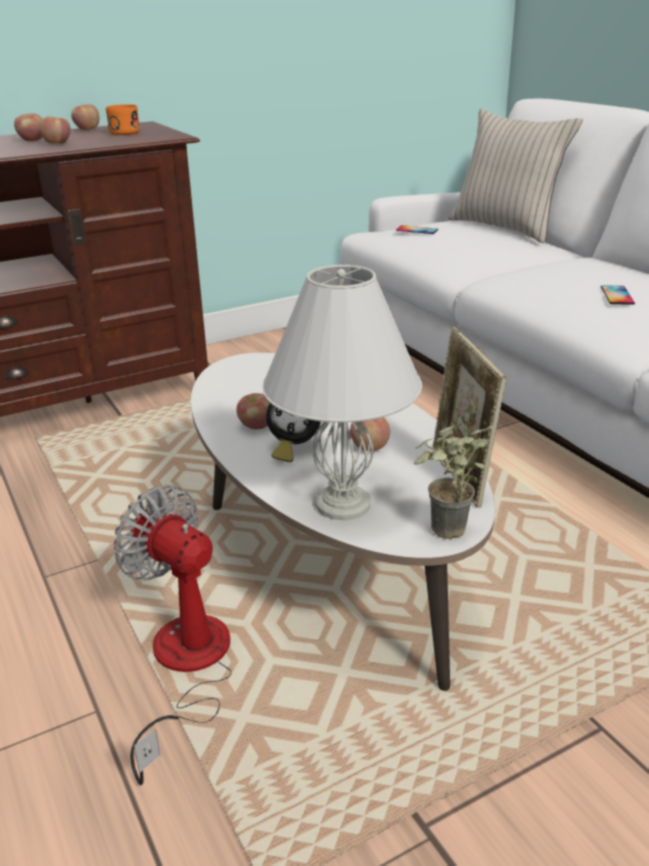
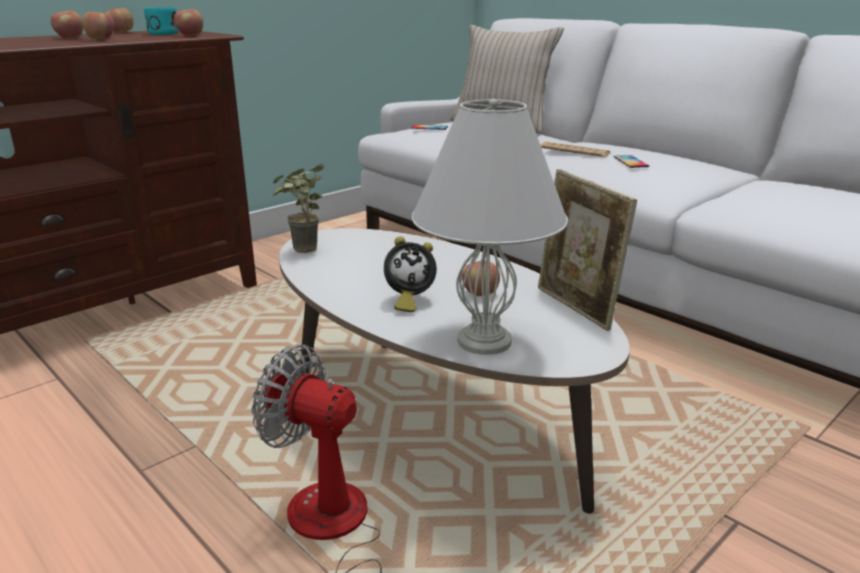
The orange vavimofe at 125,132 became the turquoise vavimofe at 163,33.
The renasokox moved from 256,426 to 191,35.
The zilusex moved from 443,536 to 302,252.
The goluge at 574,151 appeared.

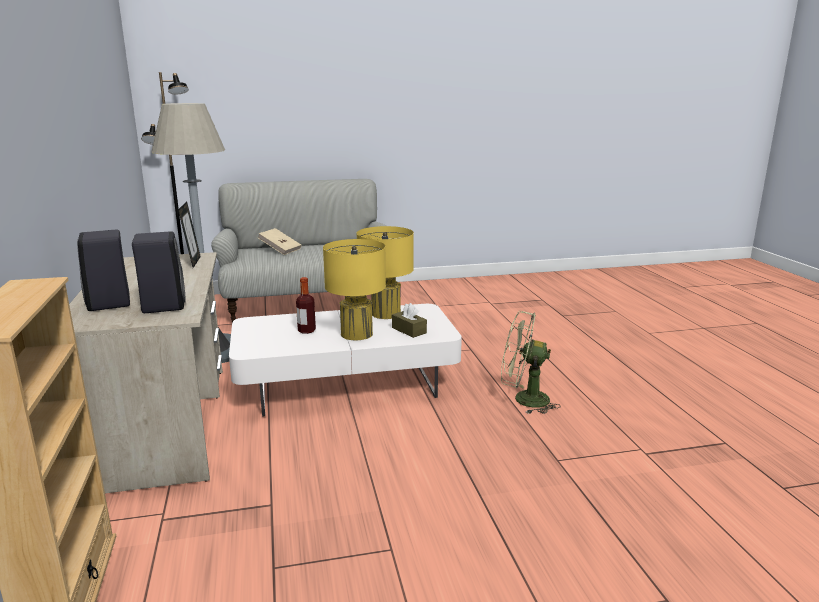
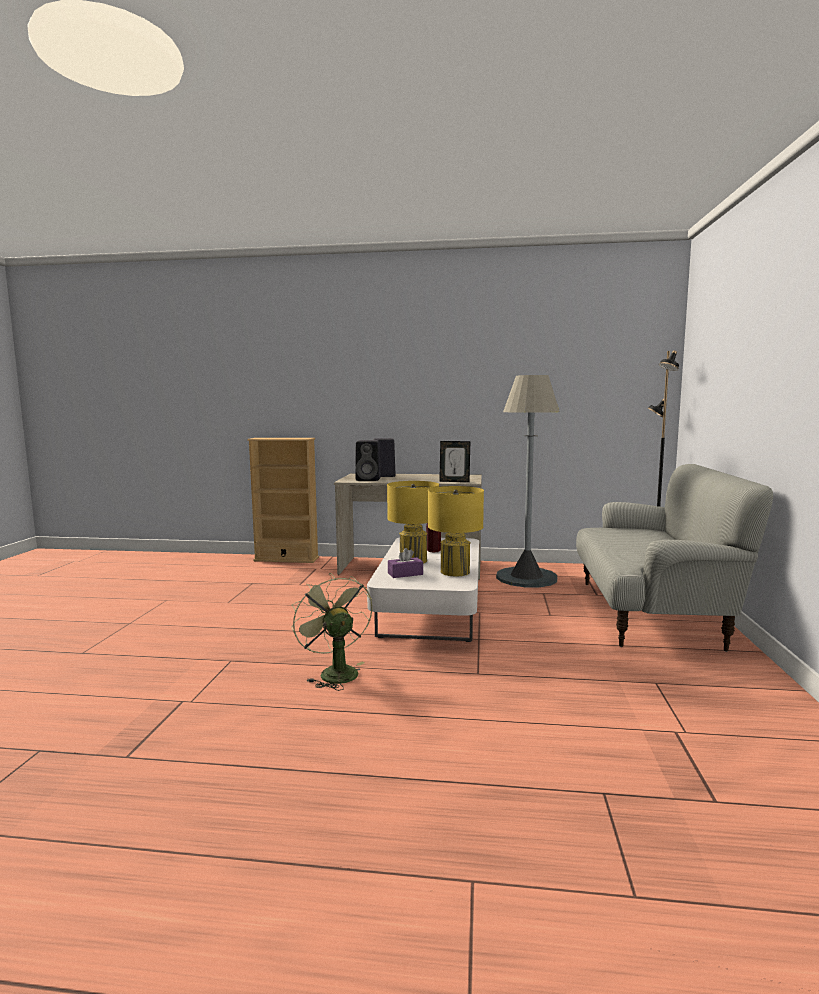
The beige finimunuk at 280,250 disappeared.
The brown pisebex at 409,330 became the purple pisebex at 405,574.
The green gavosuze at 523,400 turned 60 degrees counterclockwise.

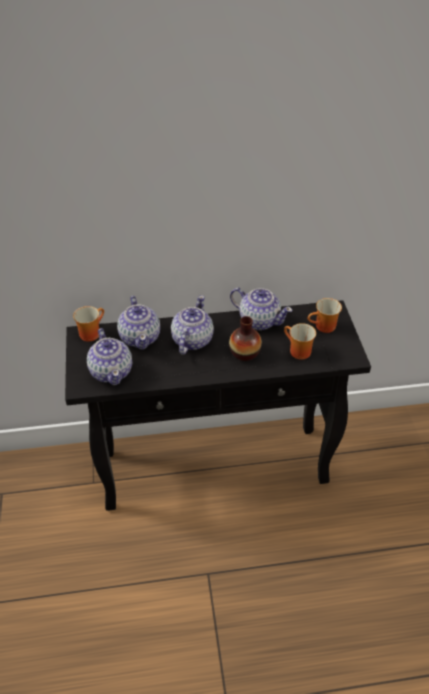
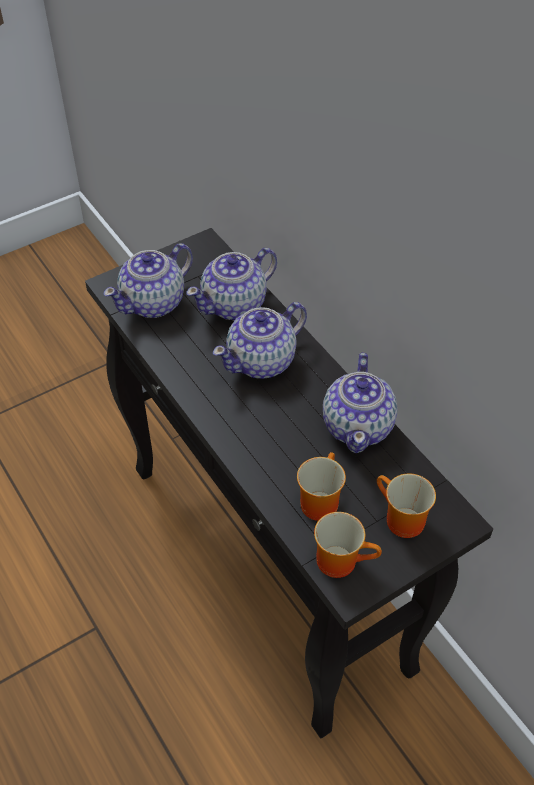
The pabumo at 191,340 turned 150 degrees clockwise.
The vavimofe moved from 90,332 to 341,559.
The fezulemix at 244,352 disappeared.

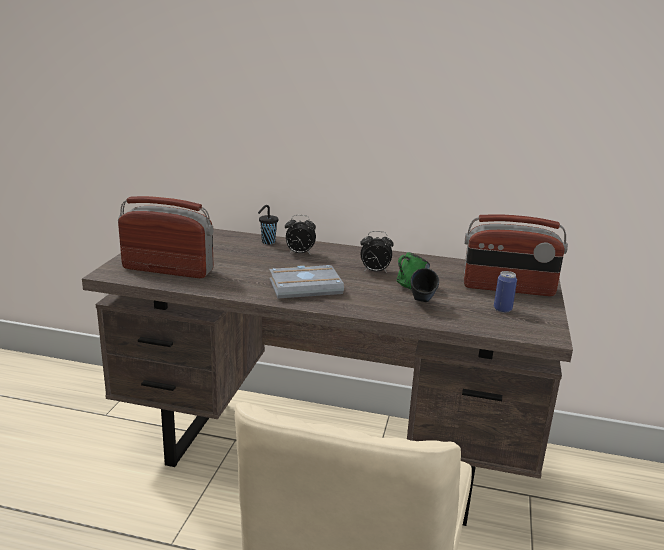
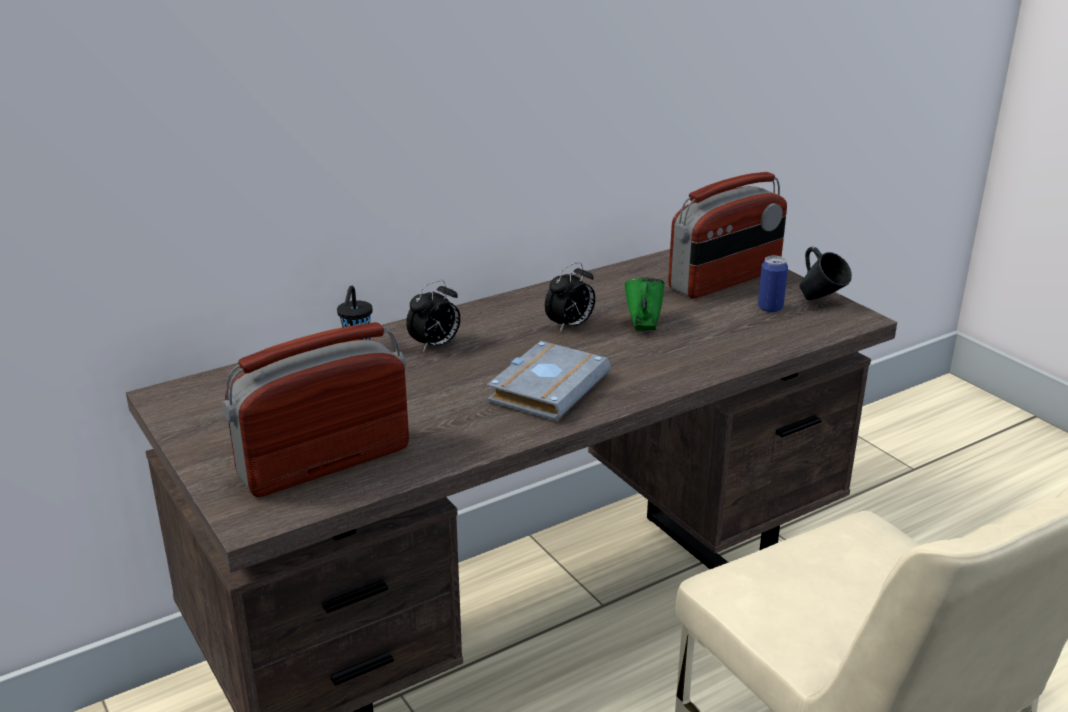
The blue vavimofe moved from 422,304 to 820,301.

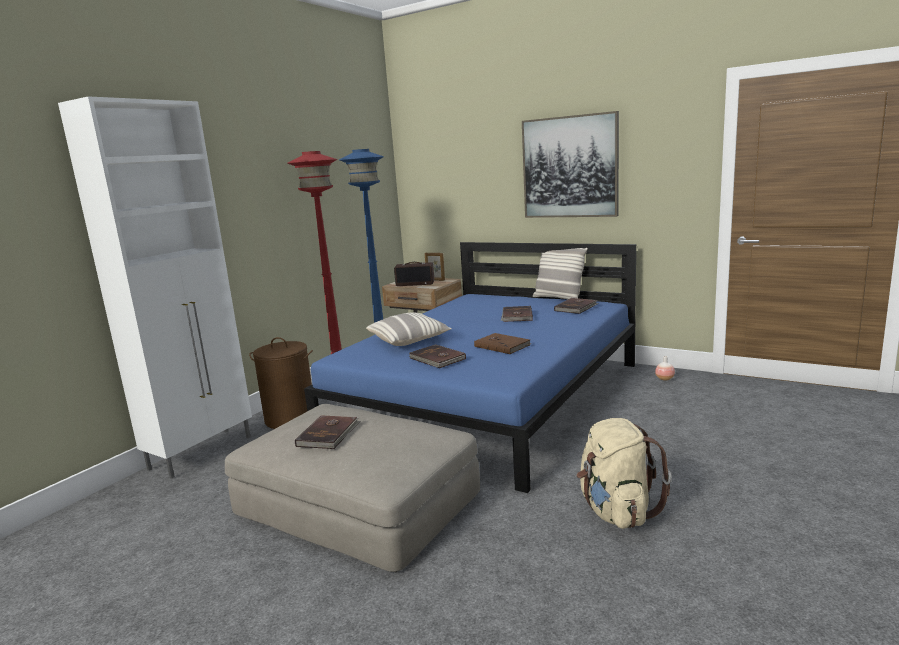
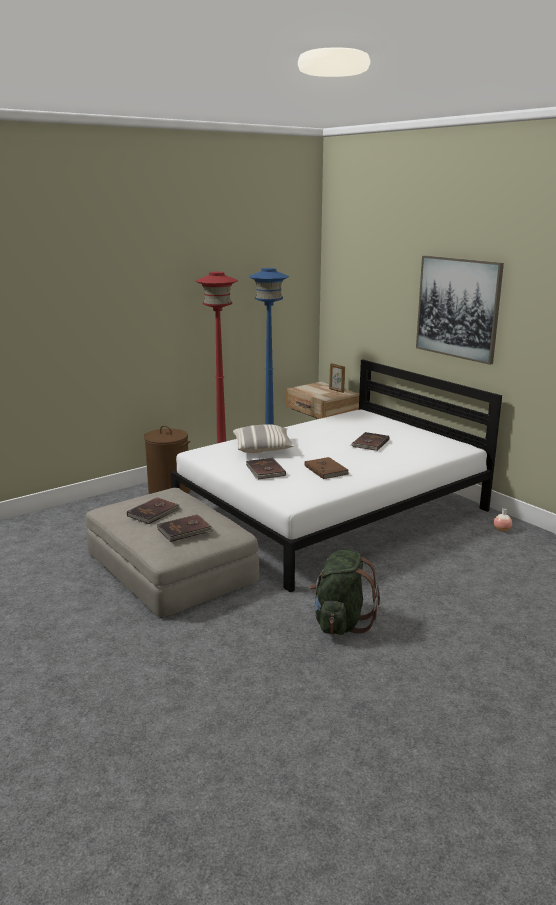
The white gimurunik at 203,452 disappeared.
The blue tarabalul at 490,398 became the white tarabalul at 332,511.
The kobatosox at 558,298 disappeared.
The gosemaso at 415,283 disappeared.
The brown finimunuk moved from 576,308 to 185,530.
The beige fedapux at 616,511 became the green fedapux at 340,622.

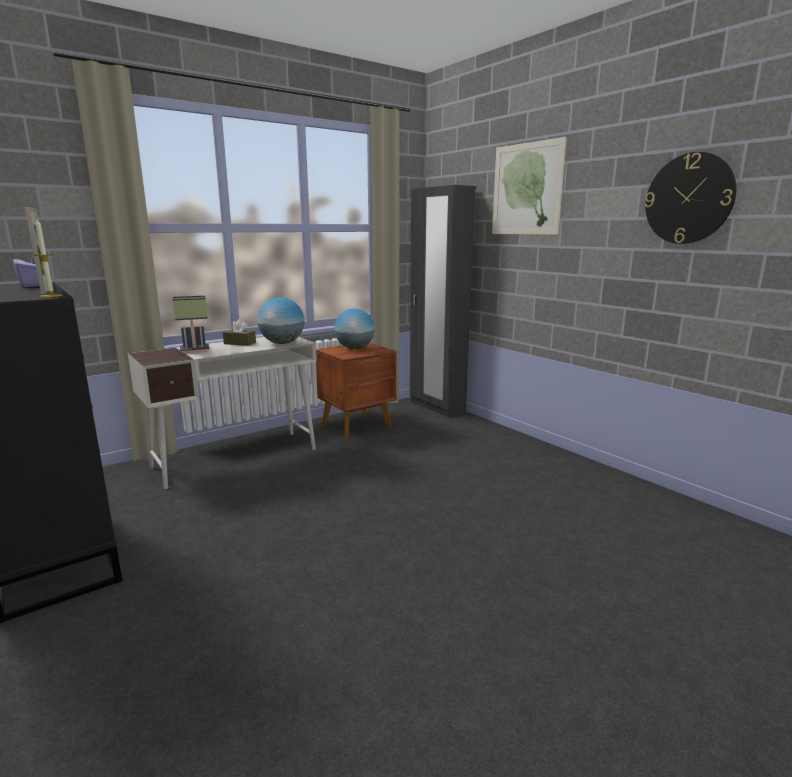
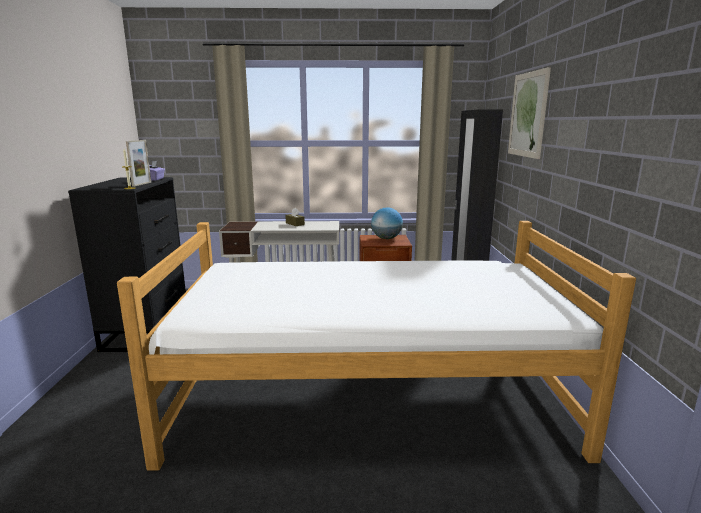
The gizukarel at 689,199 disappeared.
The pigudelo at 193,351 disappeared.
The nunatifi at 282,343 disappeared.
The tarabalul at 369,397 appeared.

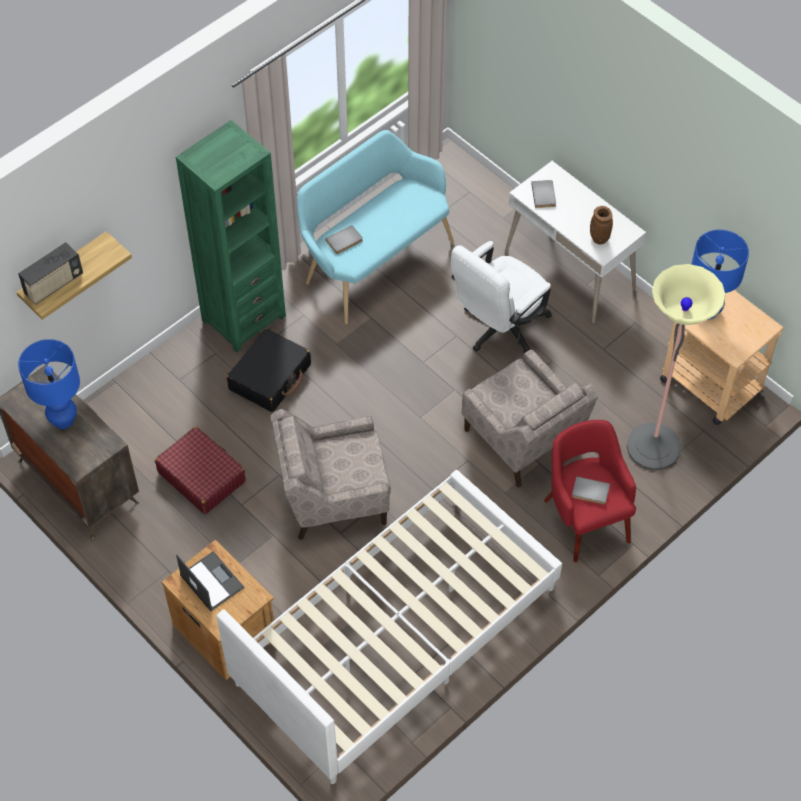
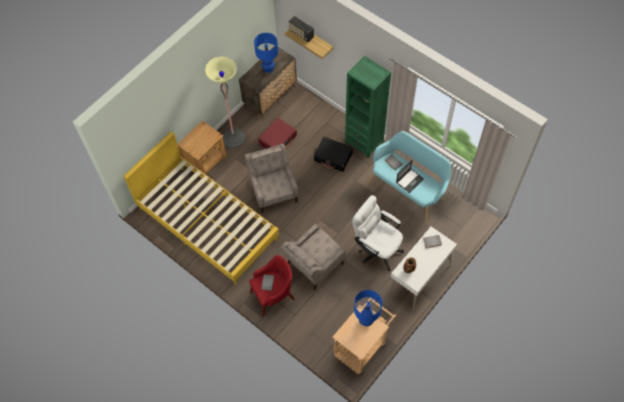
The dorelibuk moved from 653,447 to 233,138.
The white tarabalul at 396,635 became the yellow tarabalul at 207,223.
The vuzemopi moved from 211,581 to 410,180.

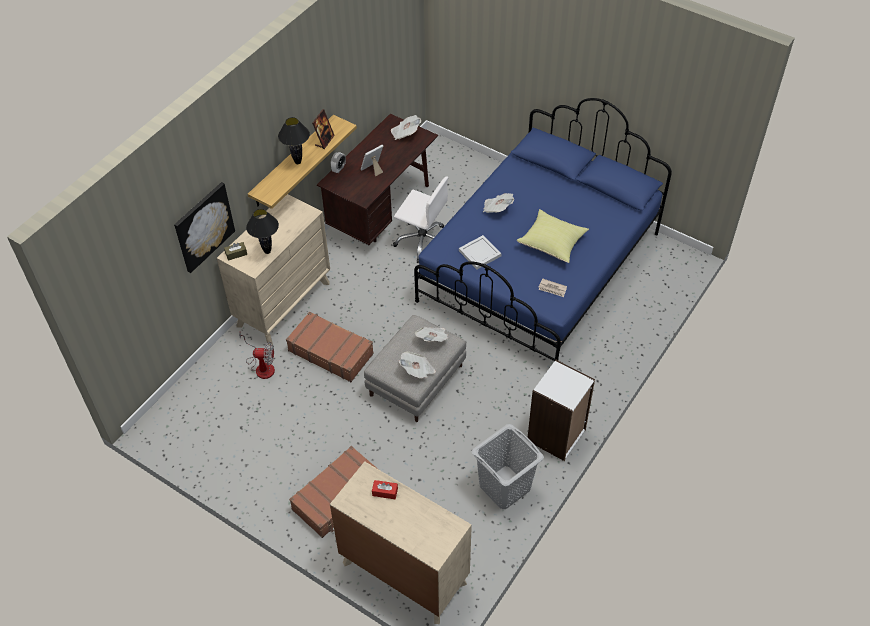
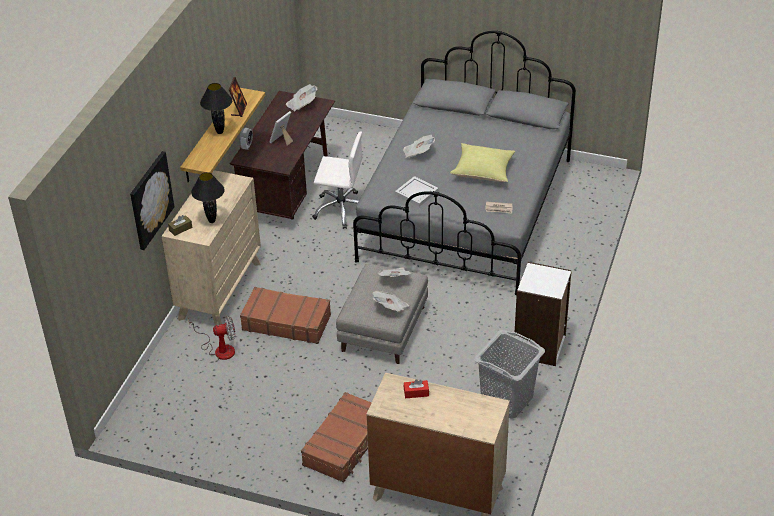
The blue tarabalul at 540,267 became the grey tarabalul at 467,210.

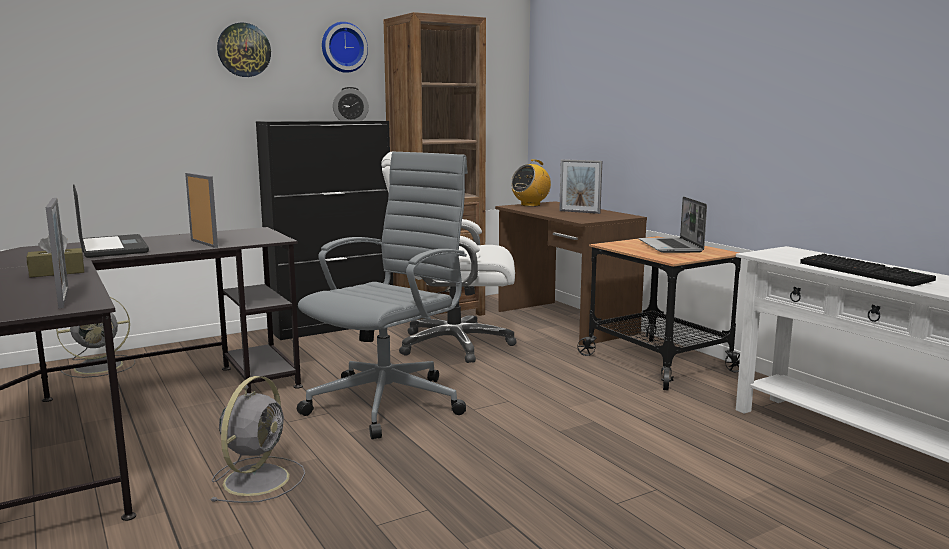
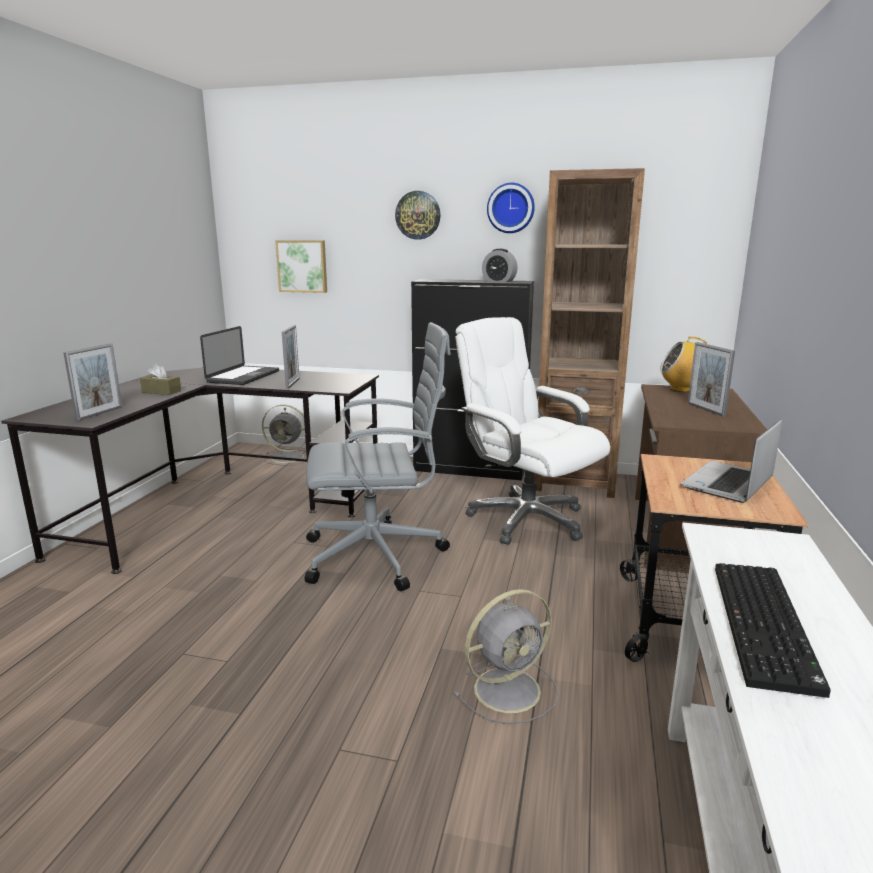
The grey gavosuze moved from 258,478 to 509,689.
The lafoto at 302,266 appeared.

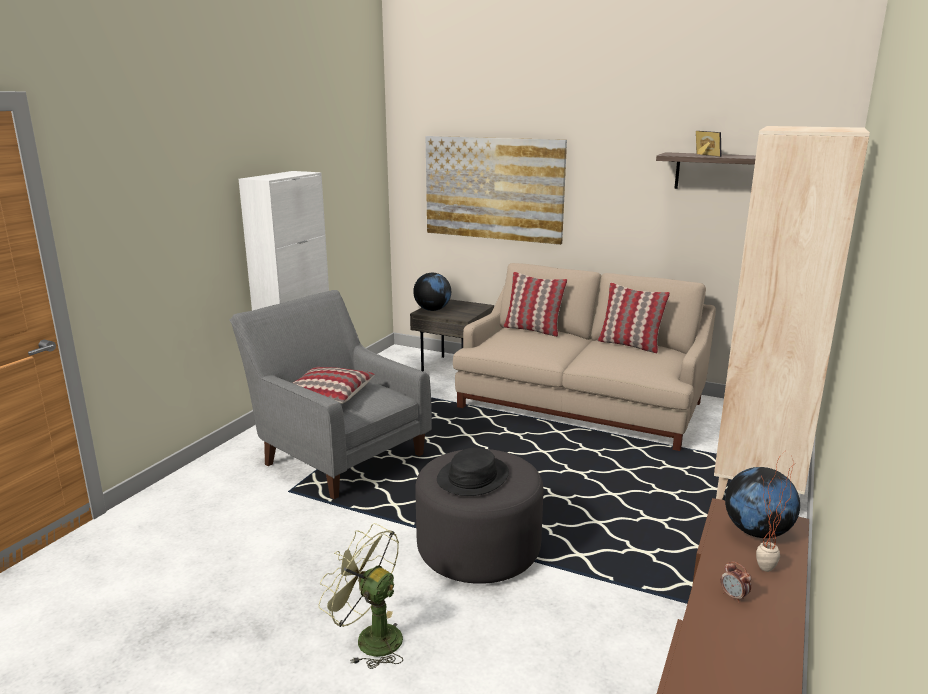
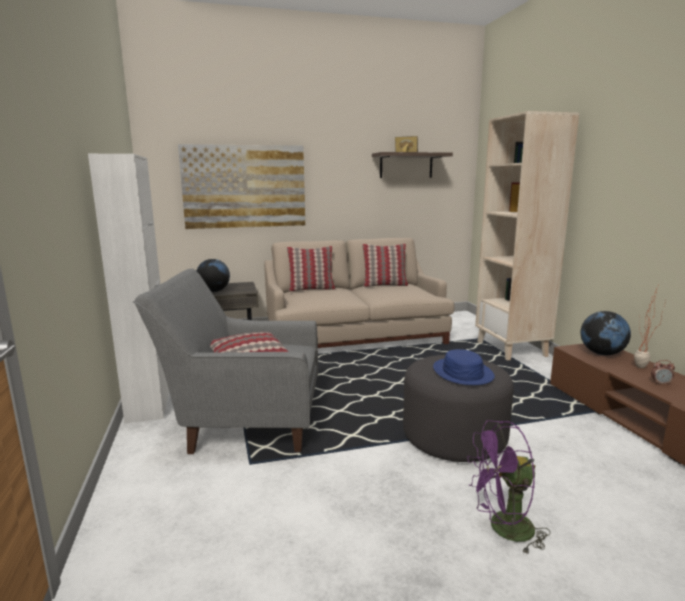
The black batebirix at 472,477 became the blue batebirix at 462,373.
The green gavosuze at 370,638 became the purple gavosuze at 503,529.

